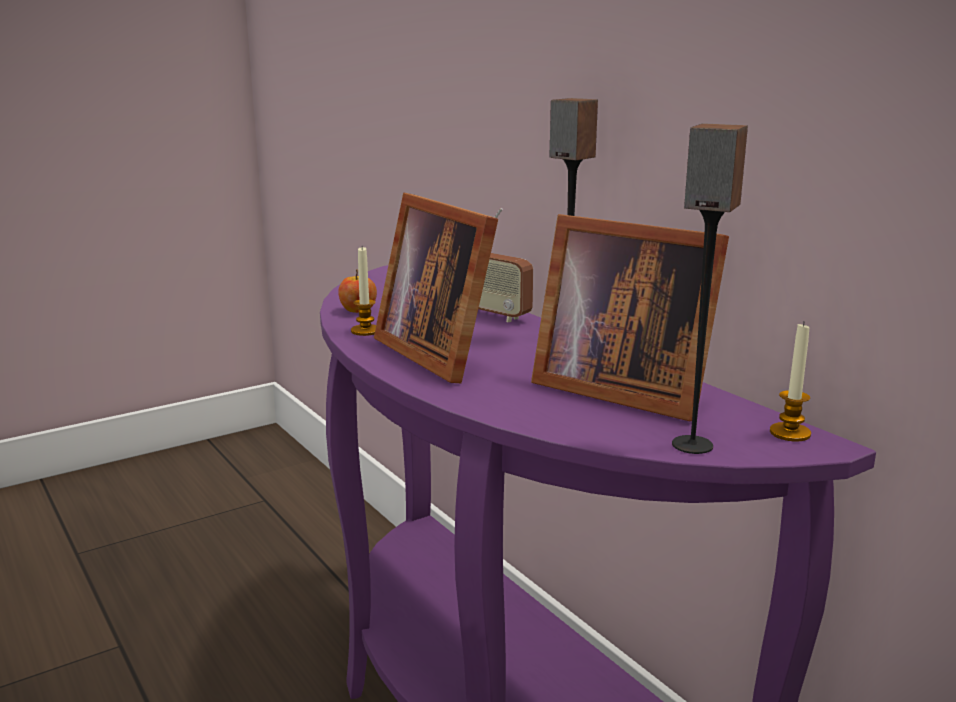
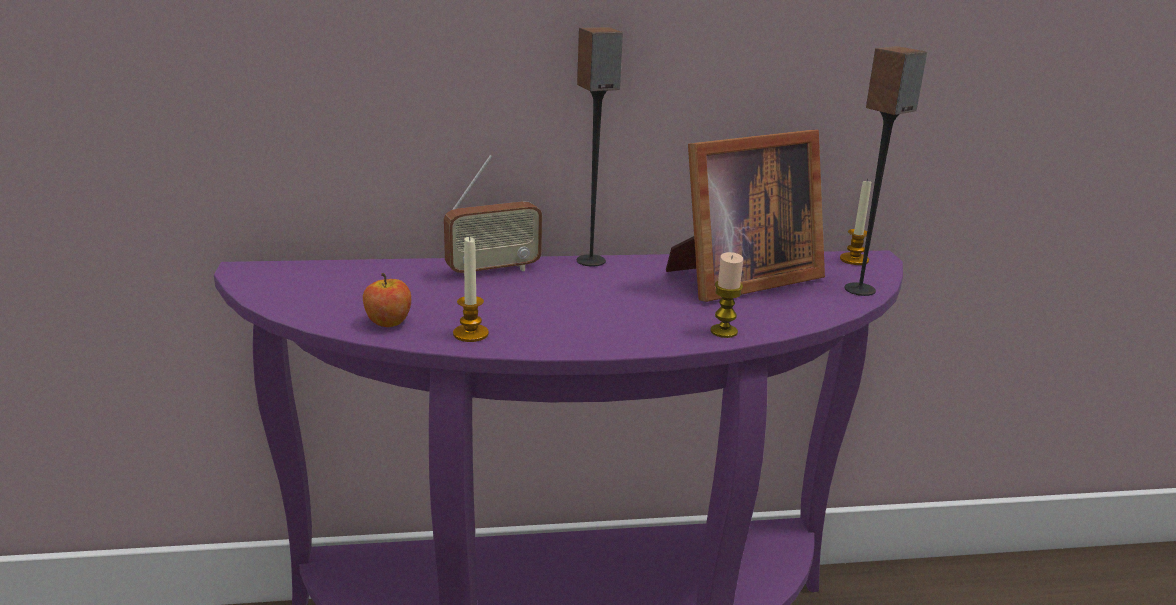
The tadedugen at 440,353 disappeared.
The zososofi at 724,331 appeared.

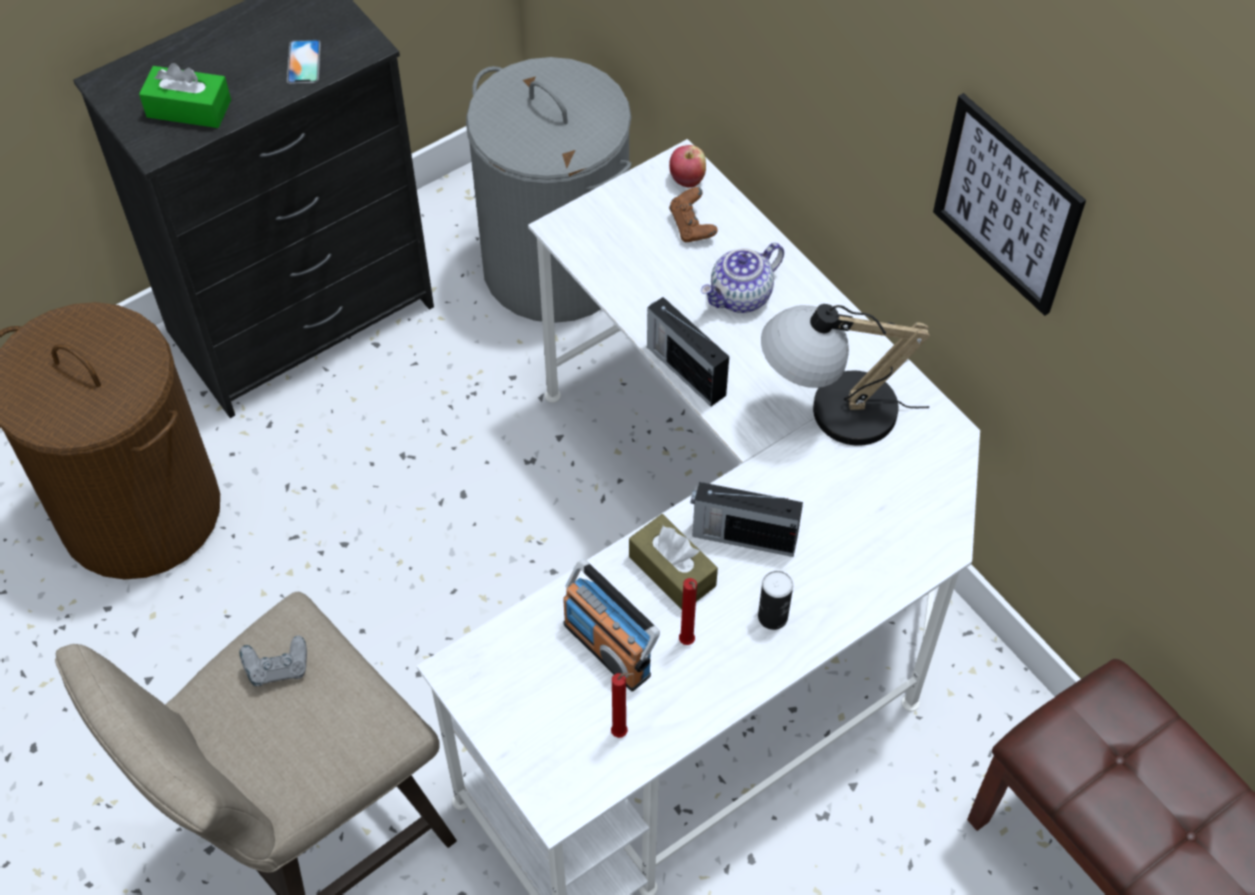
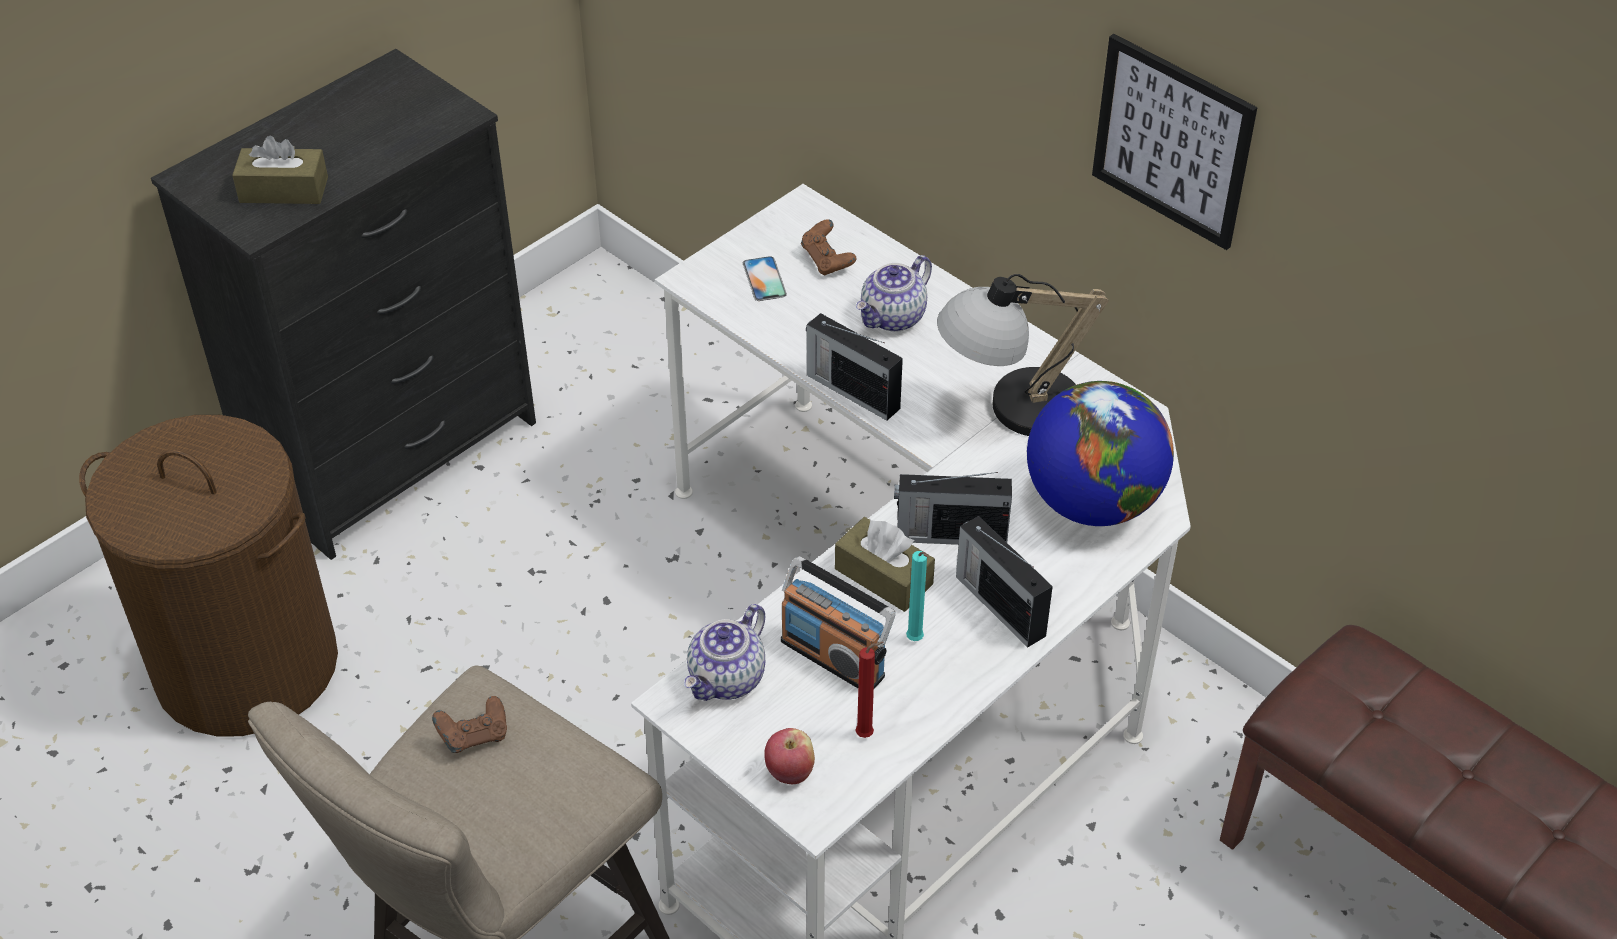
The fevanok moved from 304,62 to 764,279.
The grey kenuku at 557,267 disappeared.
The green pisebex at 189,108 became the brown pisebex at 284,190.
The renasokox moved from 687,179 to 790,772.
The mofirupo at 772,616 was replaced by the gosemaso at 999,604.
The red zososofi at 687,643 became the turquoise zososofi at 915,641.
The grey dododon at 278,669 became the brown dododon at 474,736.
The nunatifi at 1092,502 appeared.
The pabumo at 727,679 appeared.

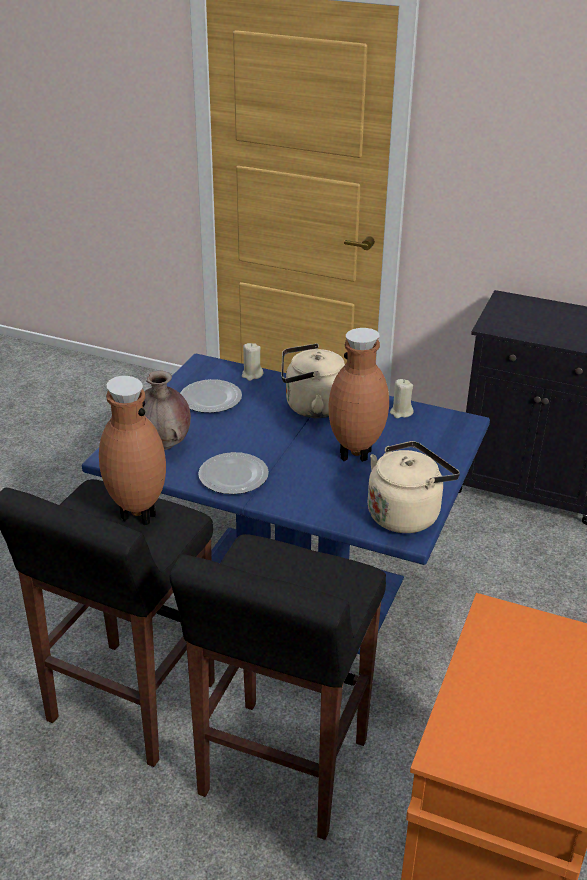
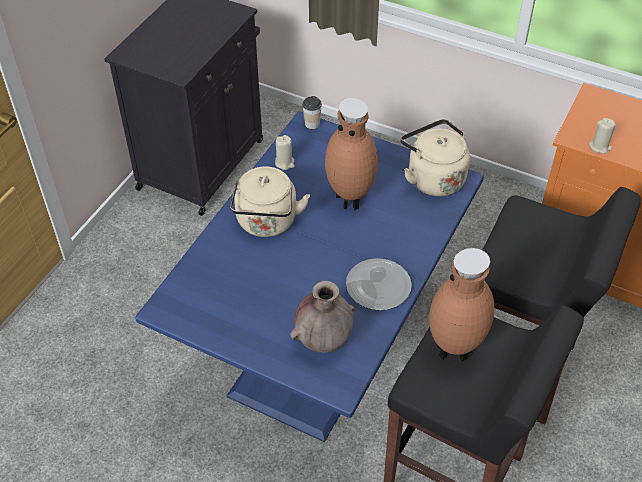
The beige zososofi moved from 252,375 to 600,147.
The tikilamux at 211,399 disappeared.
The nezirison at 312,124 appeared.

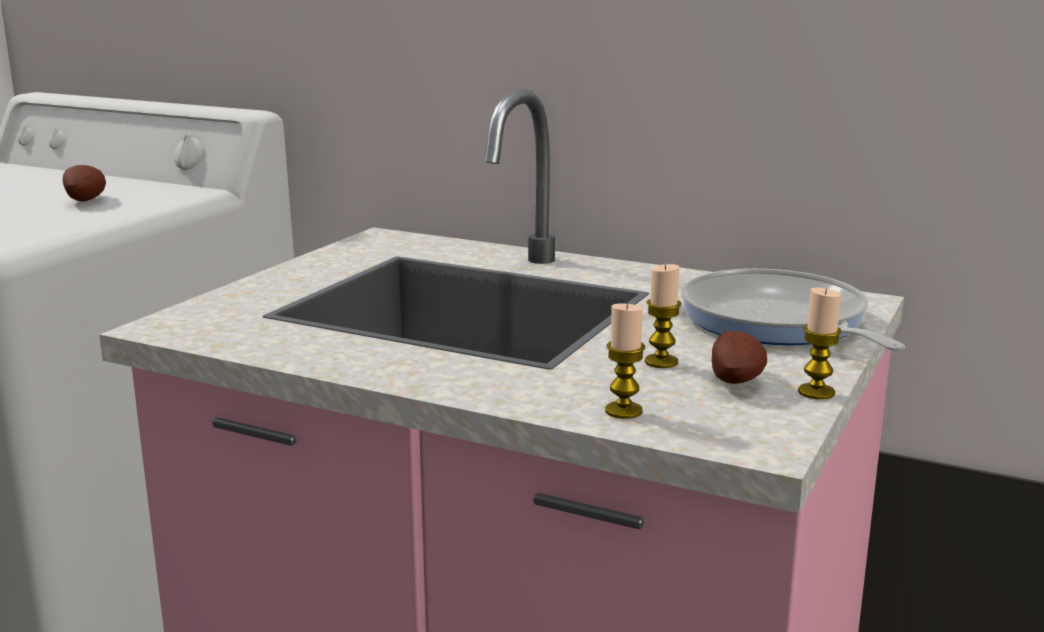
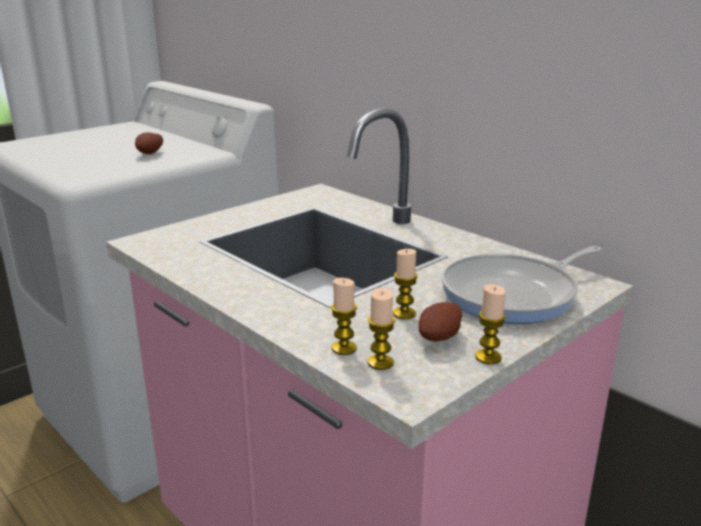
The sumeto at 777,323 turned 120 degrees counterclockwise.
The zososofi at 380,362 appeared.

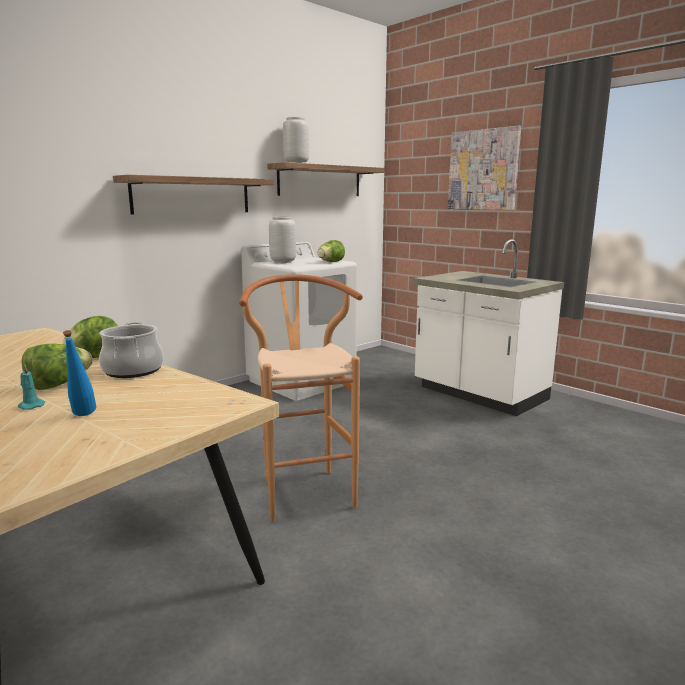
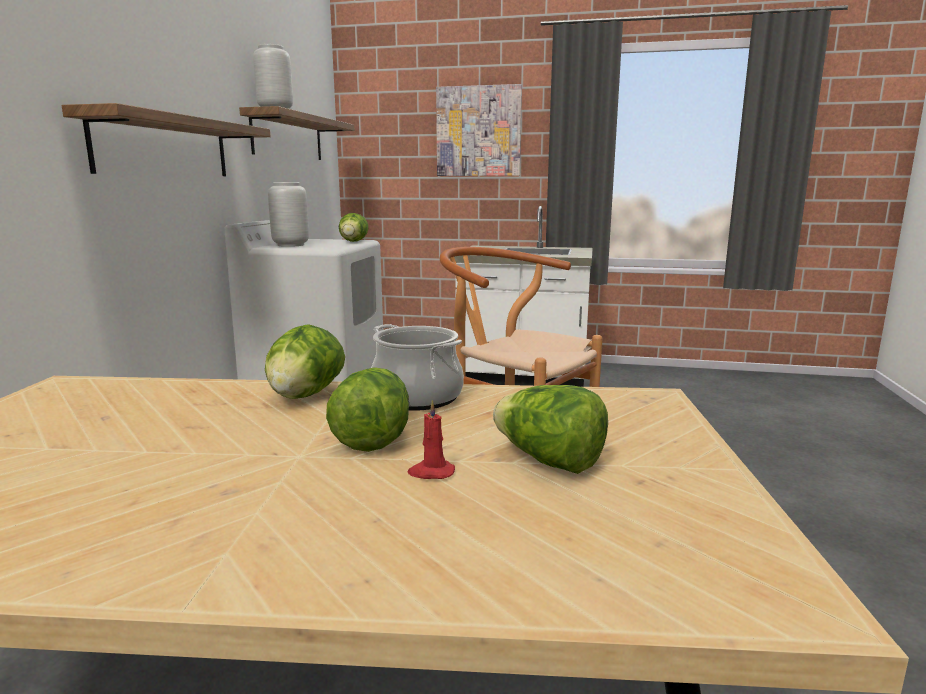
The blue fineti at 82,417 was replaced by the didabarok at 549,461.
The turquoise zososofi at 30,406 became the red zososofi at 431,472.

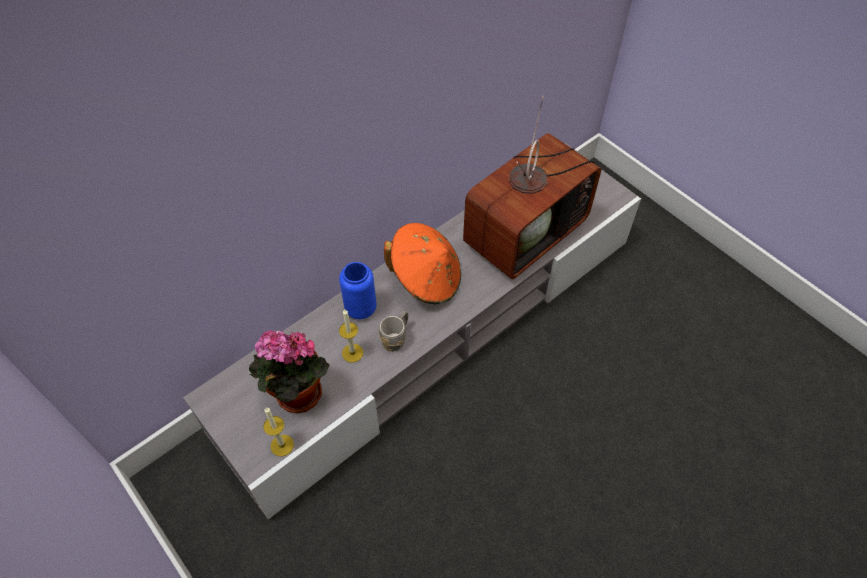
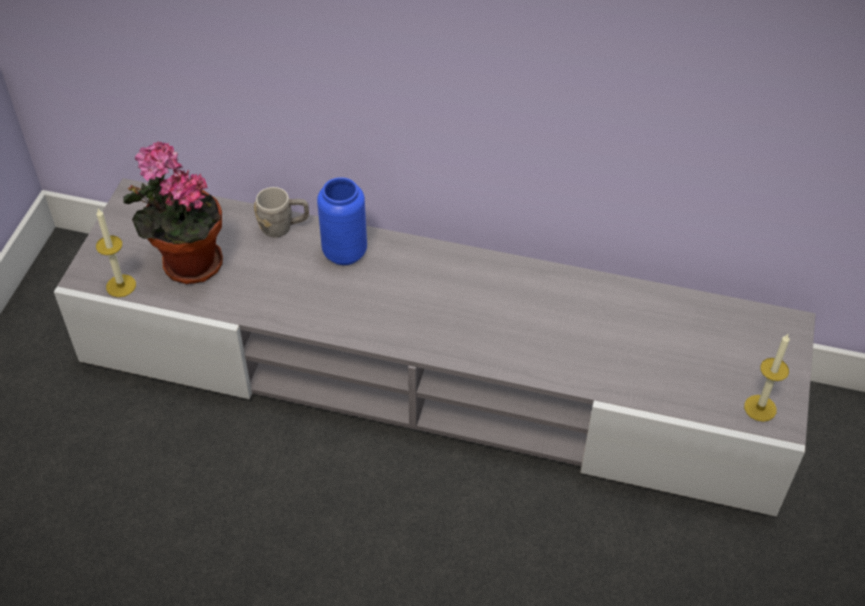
The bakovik at 525,230 disappeared.
The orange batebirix at 426,278 disappeared.
The zososofi moved from 352,353 to 760,408.
The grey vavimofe moved from 396,338 to 283,227.

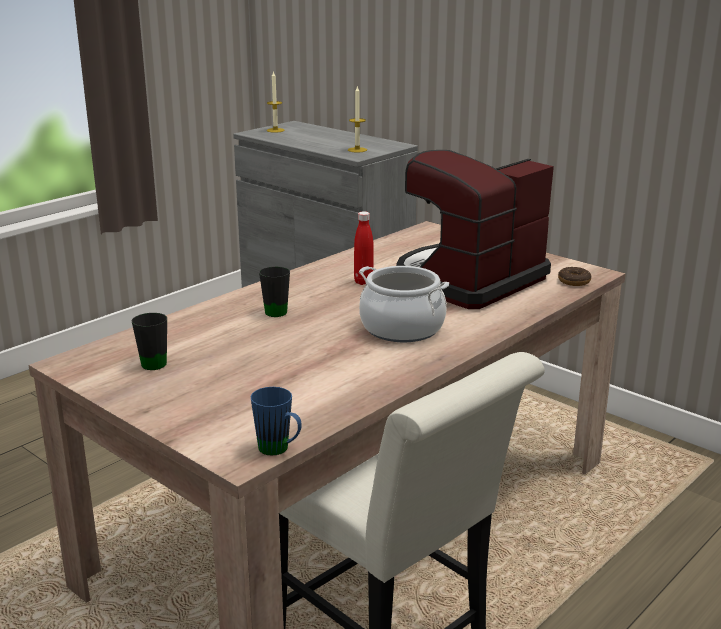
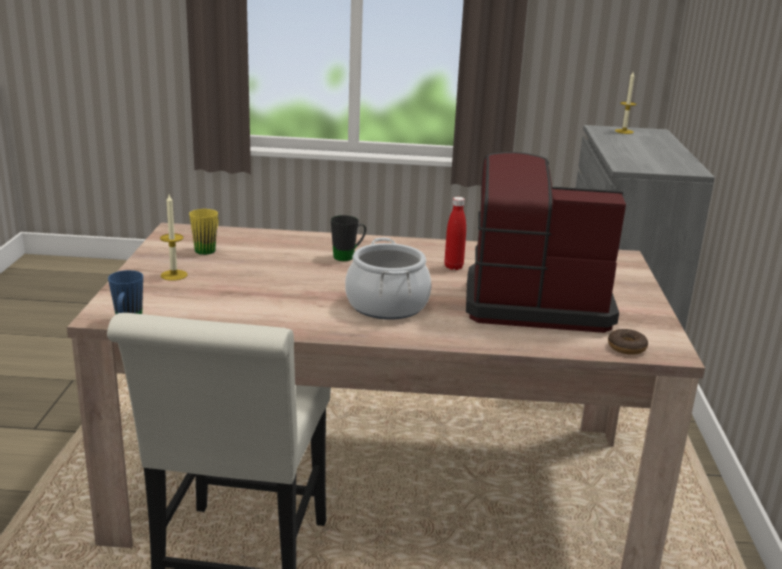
The zososofi moved from 357,150 to 174,275.
The black vavimofe at 151,362 became the yellow vavimofe at 208,249.

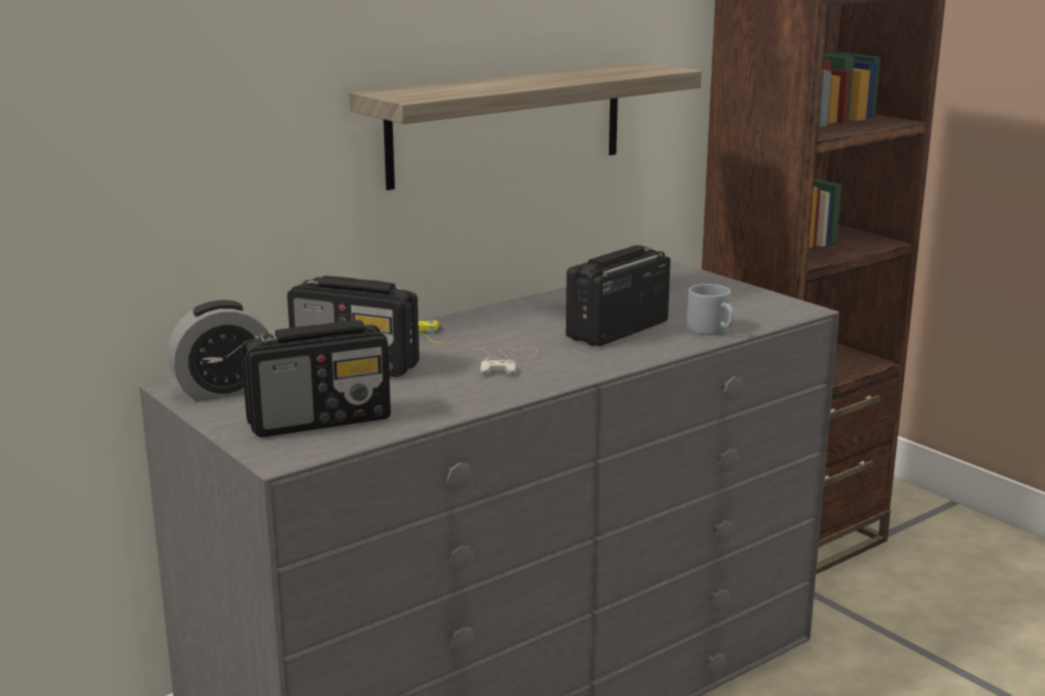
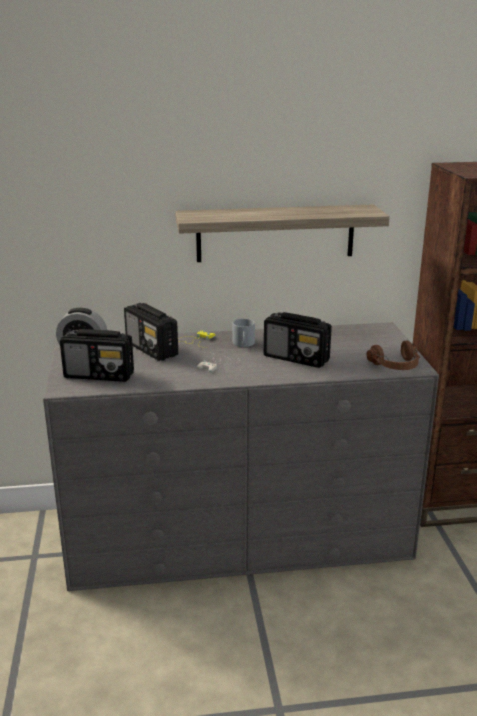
The gosemaso at 616,330 turned 135 degrees counterclockwise.
The grey vavimofe moved from 713,330 to 244,344.
The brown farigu at 396,366 appeared.

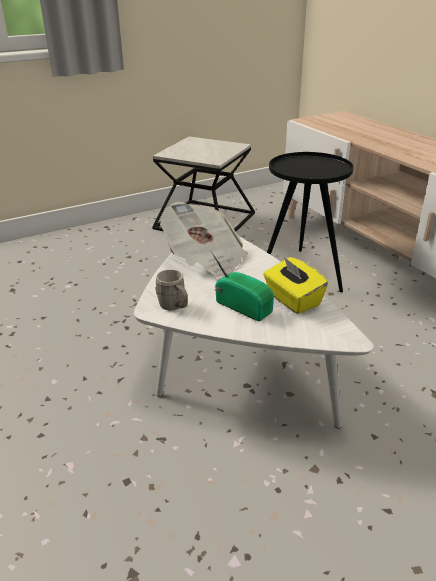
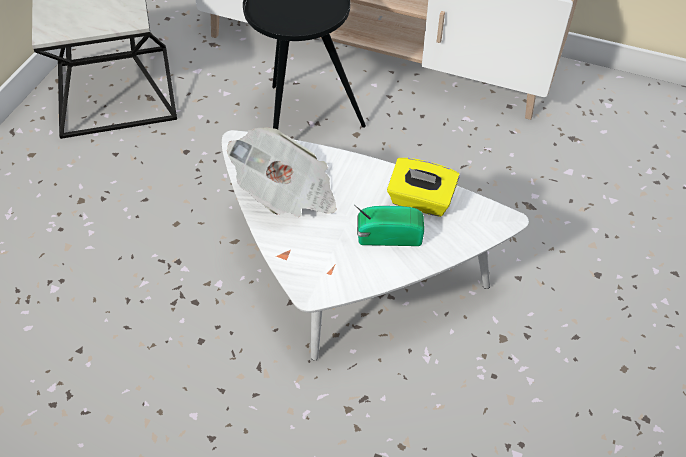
The grey vavimofe at 174,307 disappeared.

